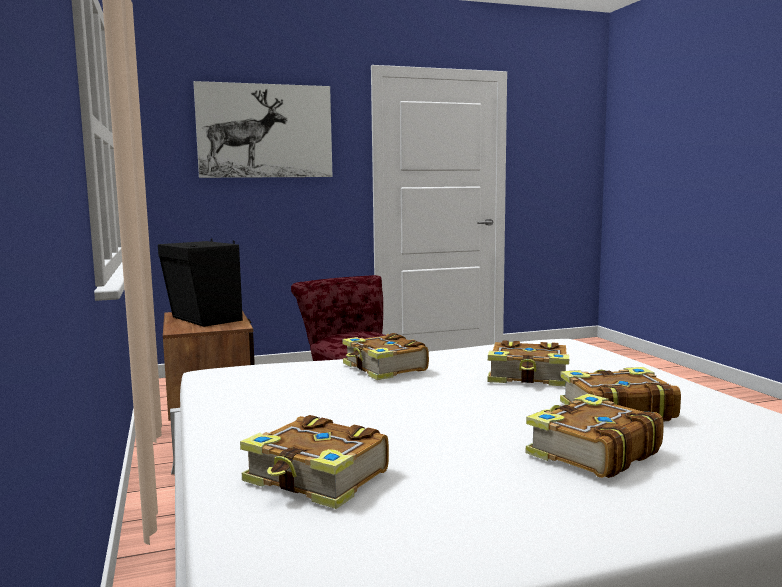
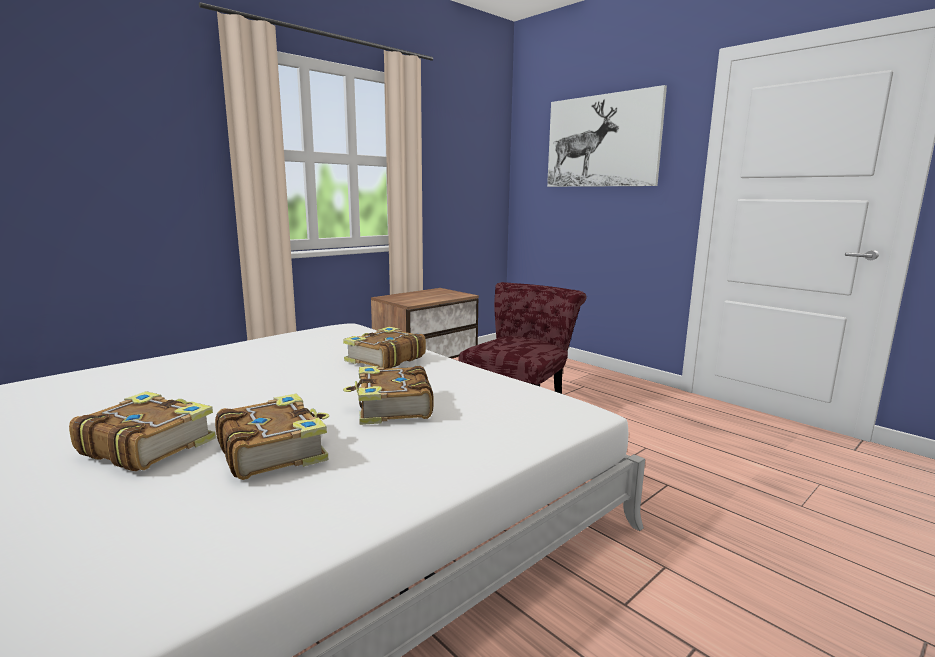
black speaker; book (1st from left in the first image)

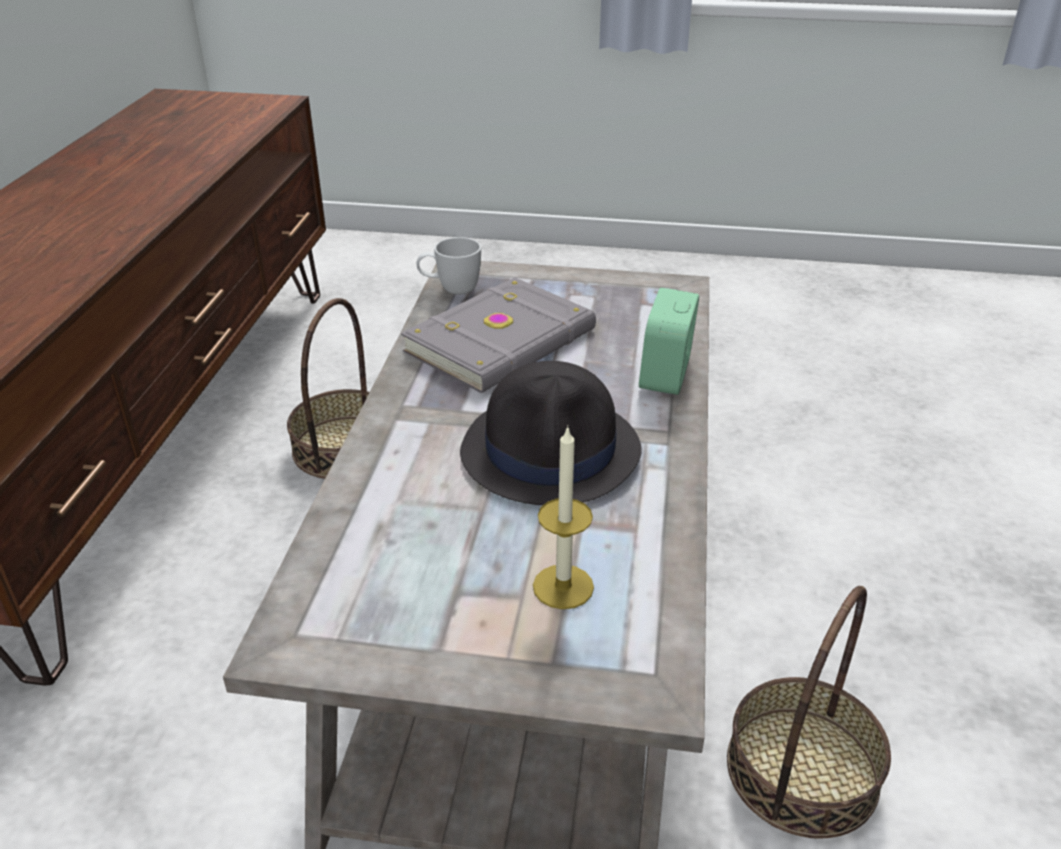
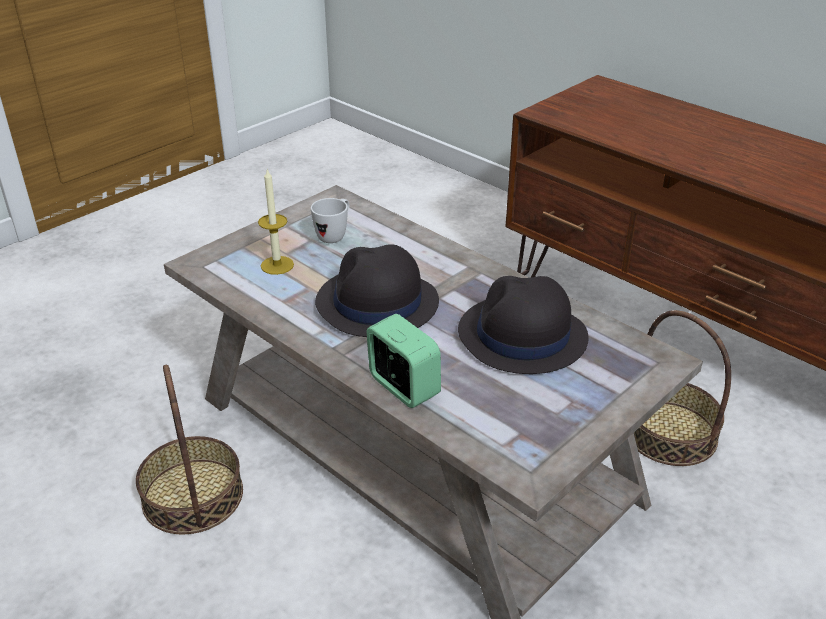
white mug; black hat (2nd from left)

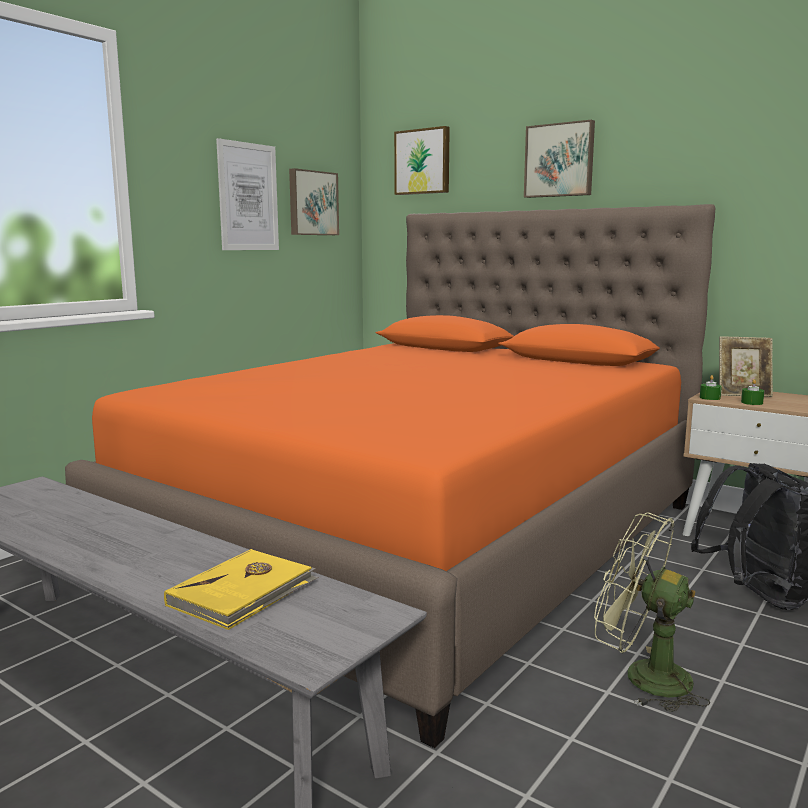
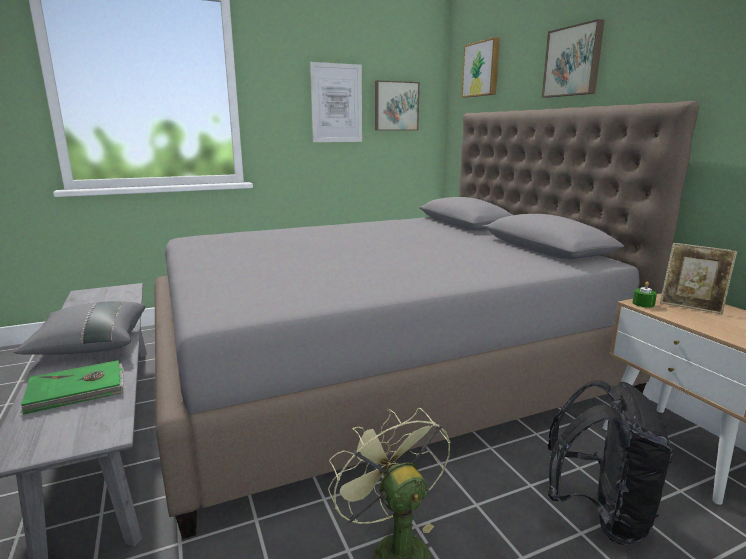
grey pillow; green book; grey bed; green candle (2nd from left in the first image)

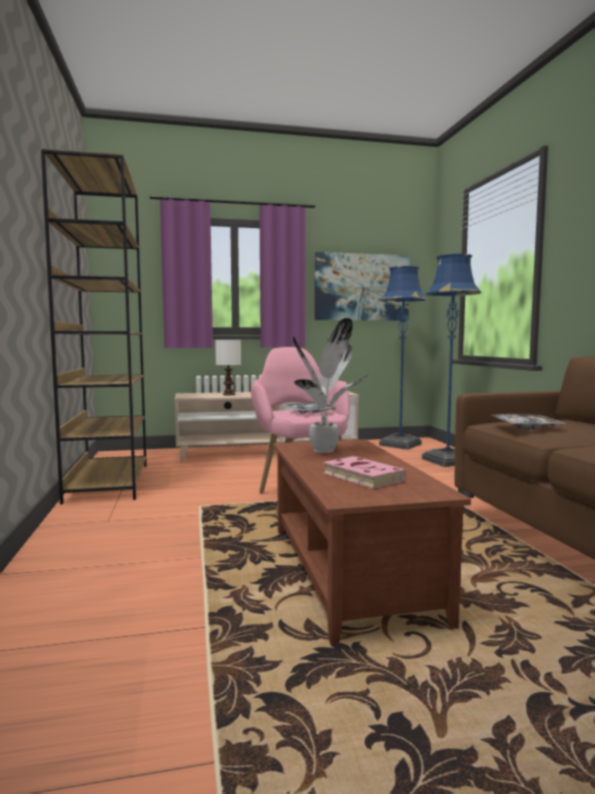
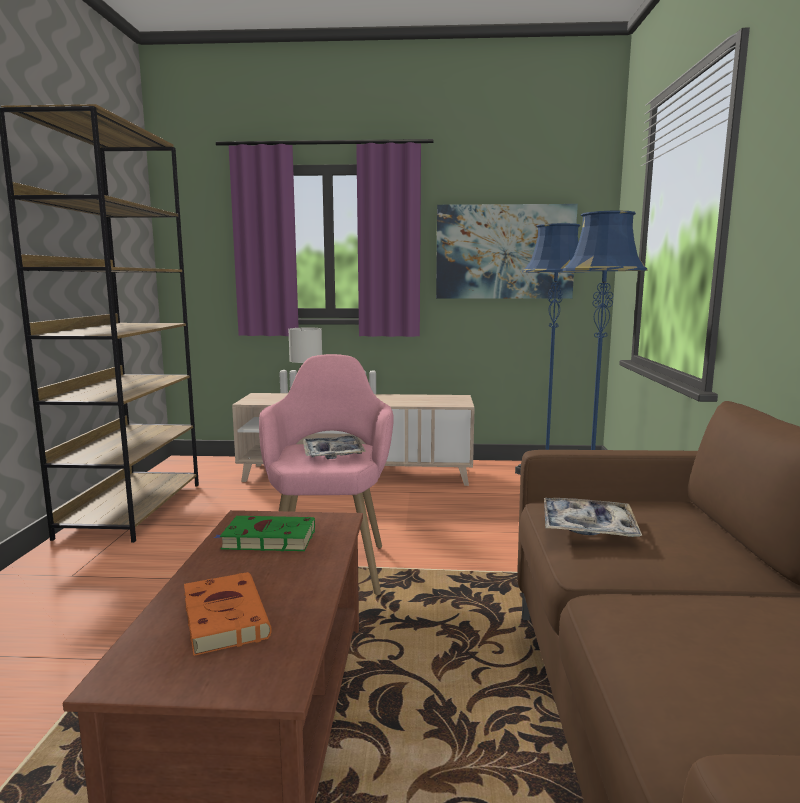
orange book; green book

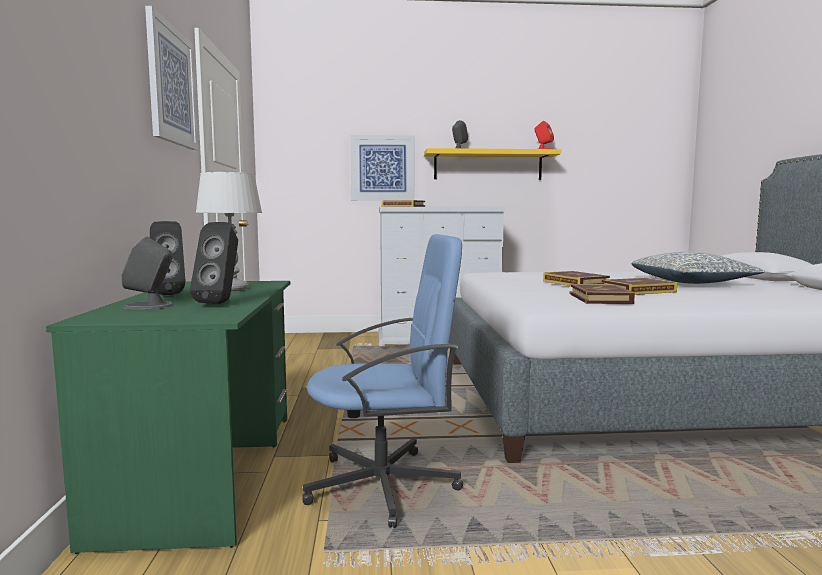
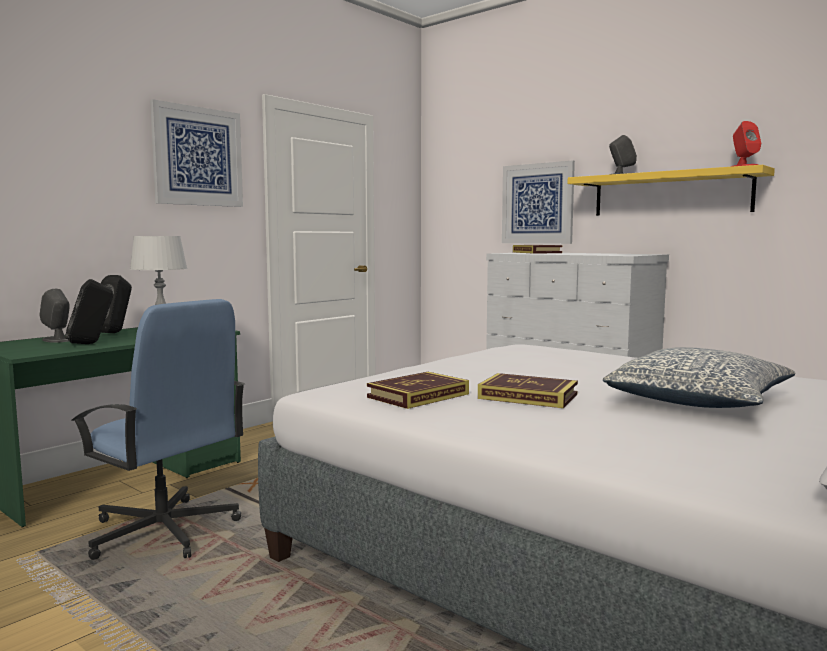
book (2nd from left in the first image)

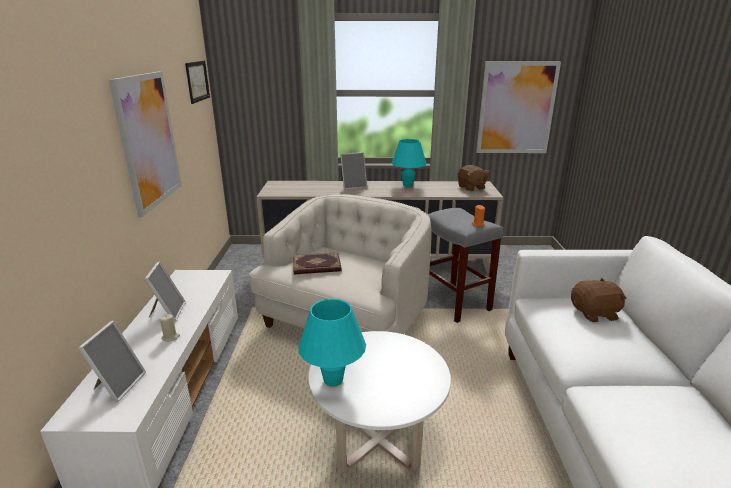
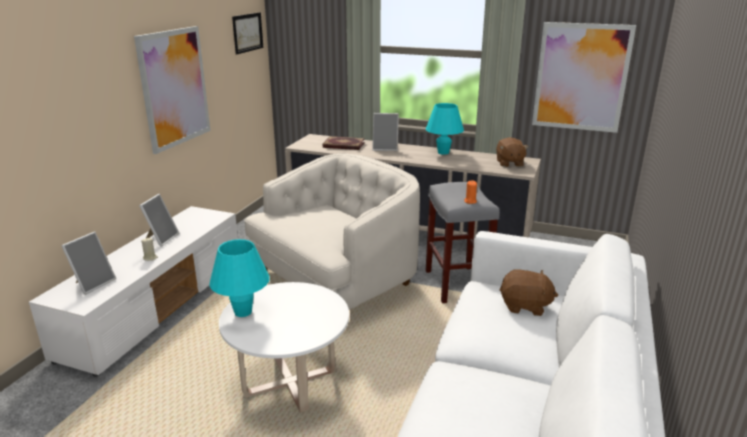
book

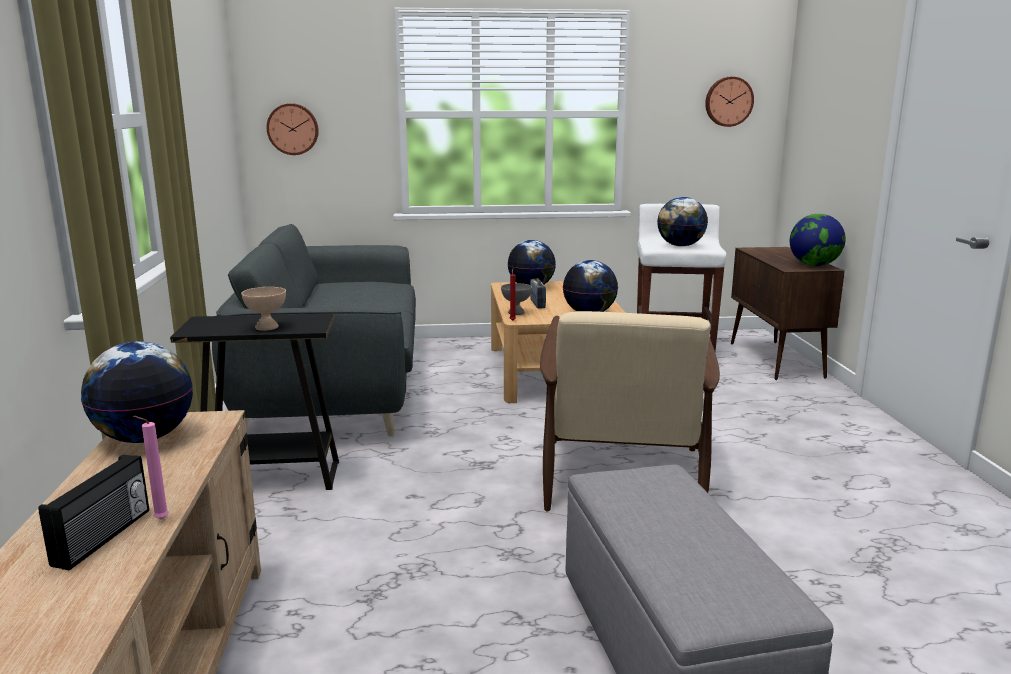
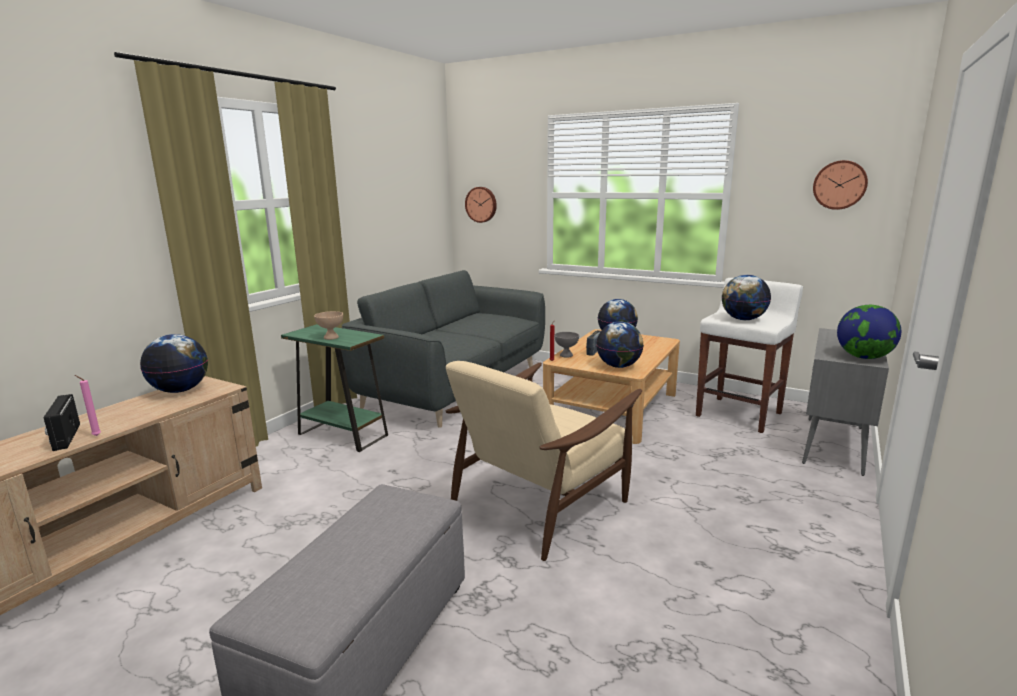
radio (1st from left); green side table; grey cabinet

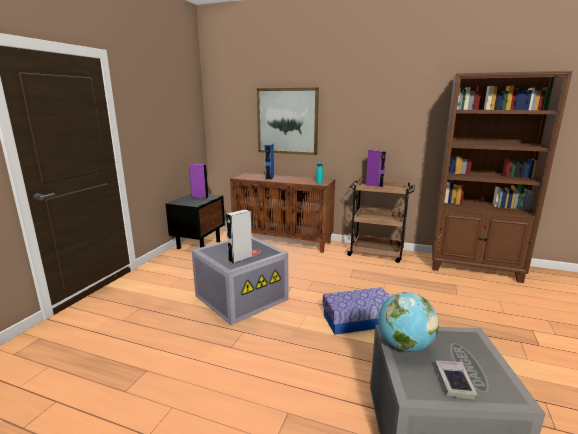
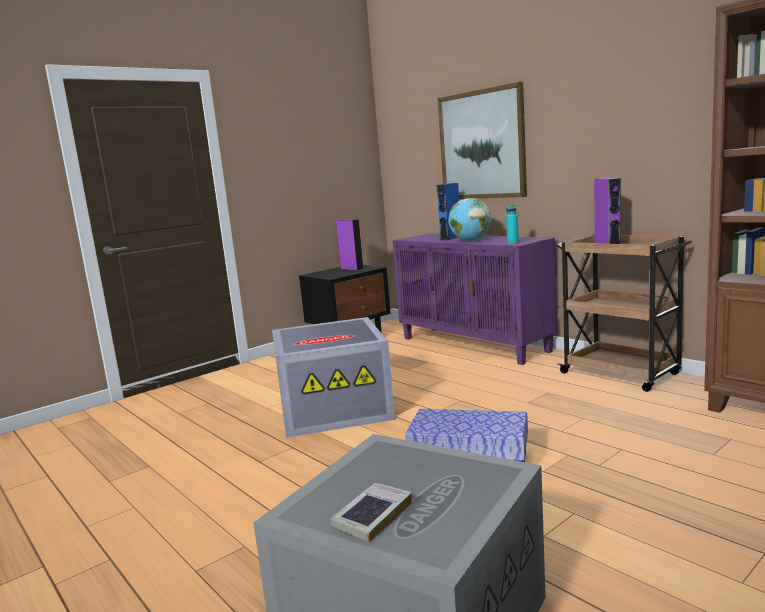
purple cabinet; globe; grey speaker

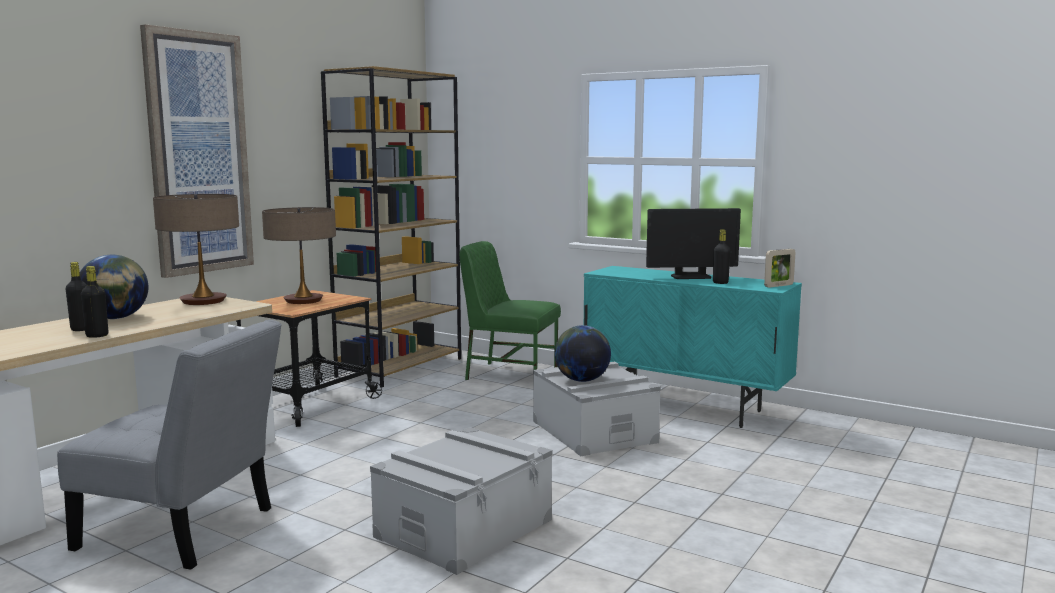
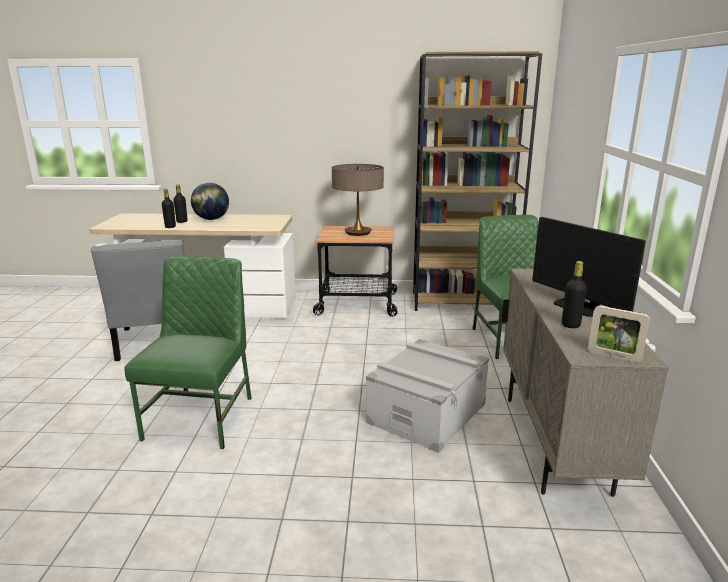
green chair (1st from left); beige cabinet; picture; table lamp (1st from left in the first image); globe (2nd from left in the first image)

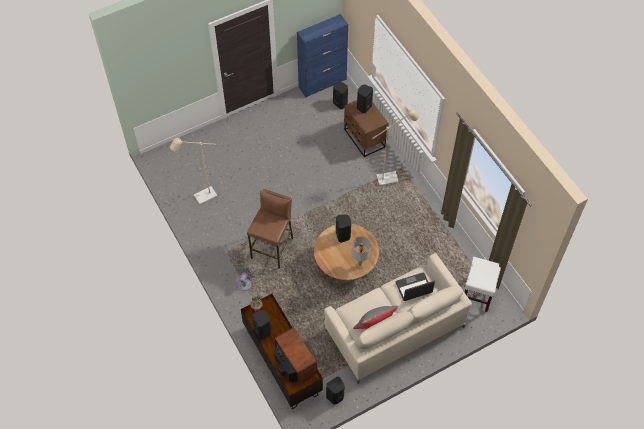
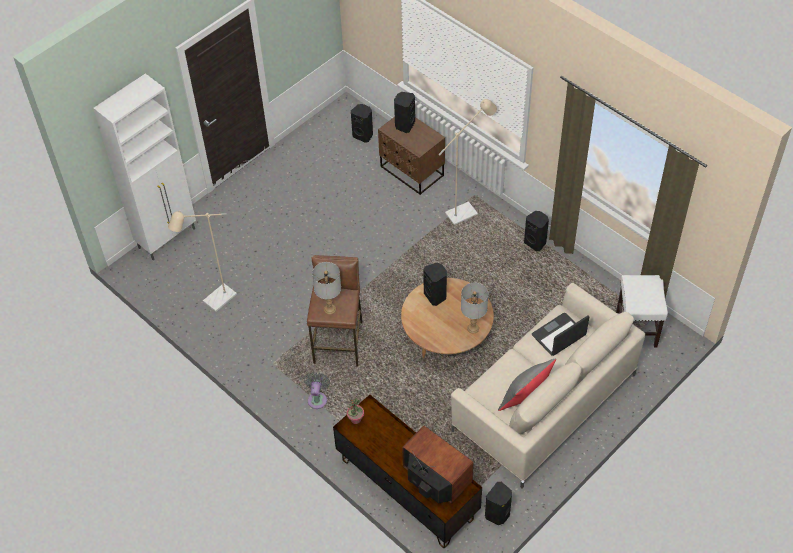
white cabinet; grey table lamp (1st from left); black speaker (5th from left); blue cabinet

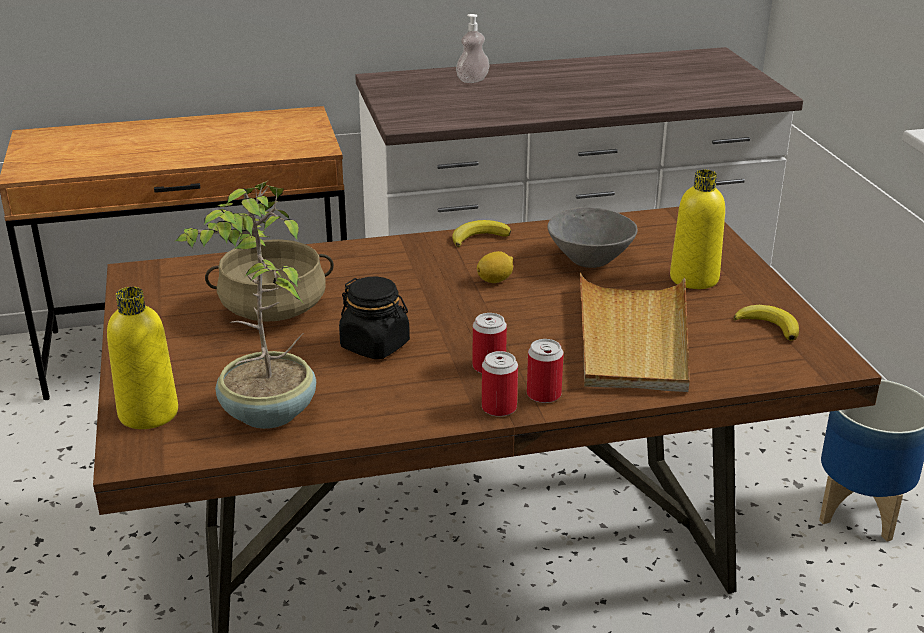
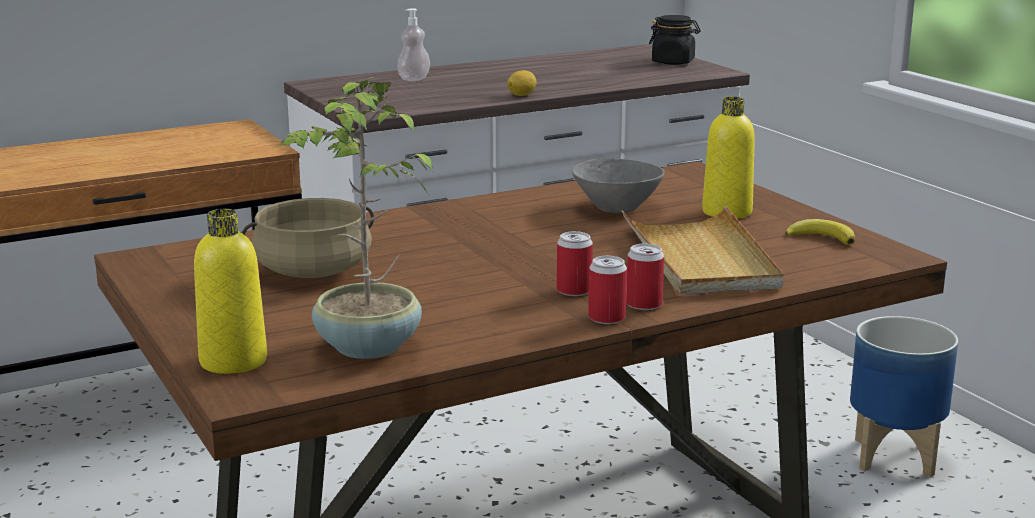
lemon; black jar; banana (1st from left in the first image)

